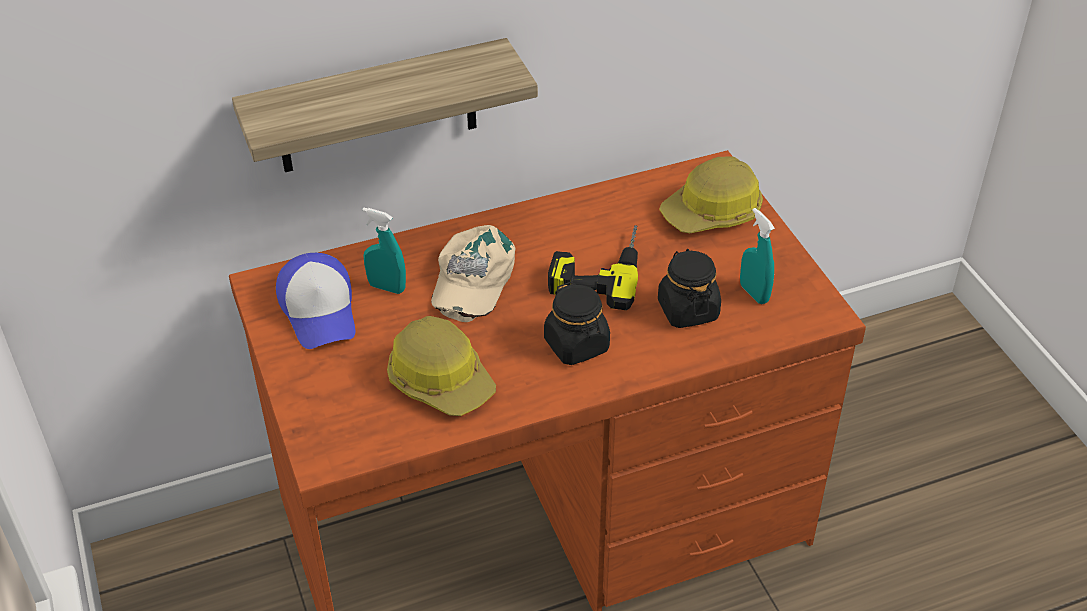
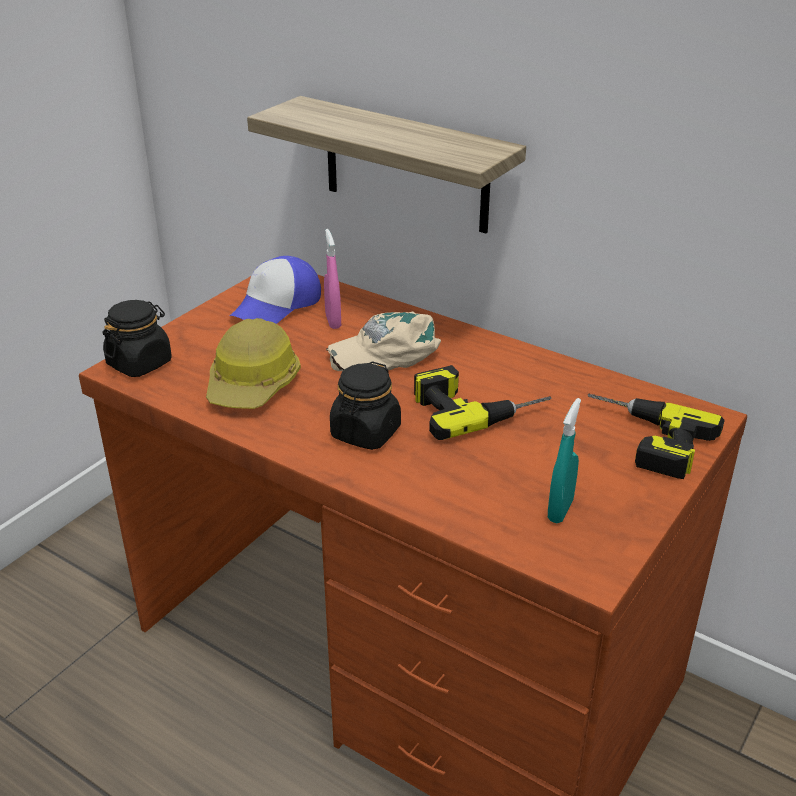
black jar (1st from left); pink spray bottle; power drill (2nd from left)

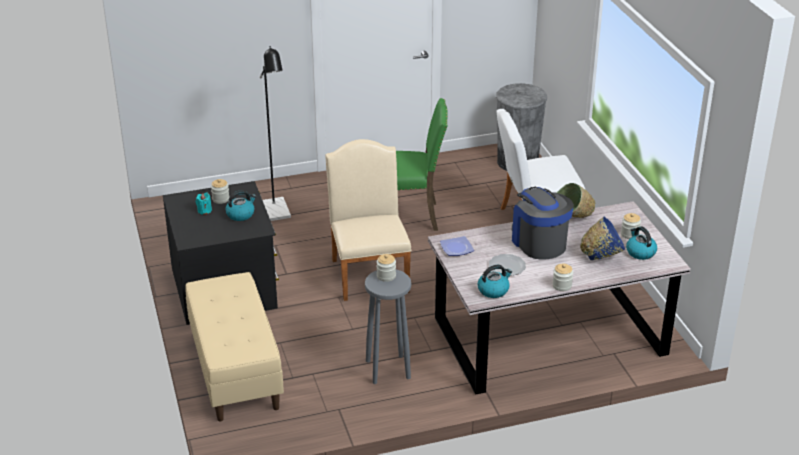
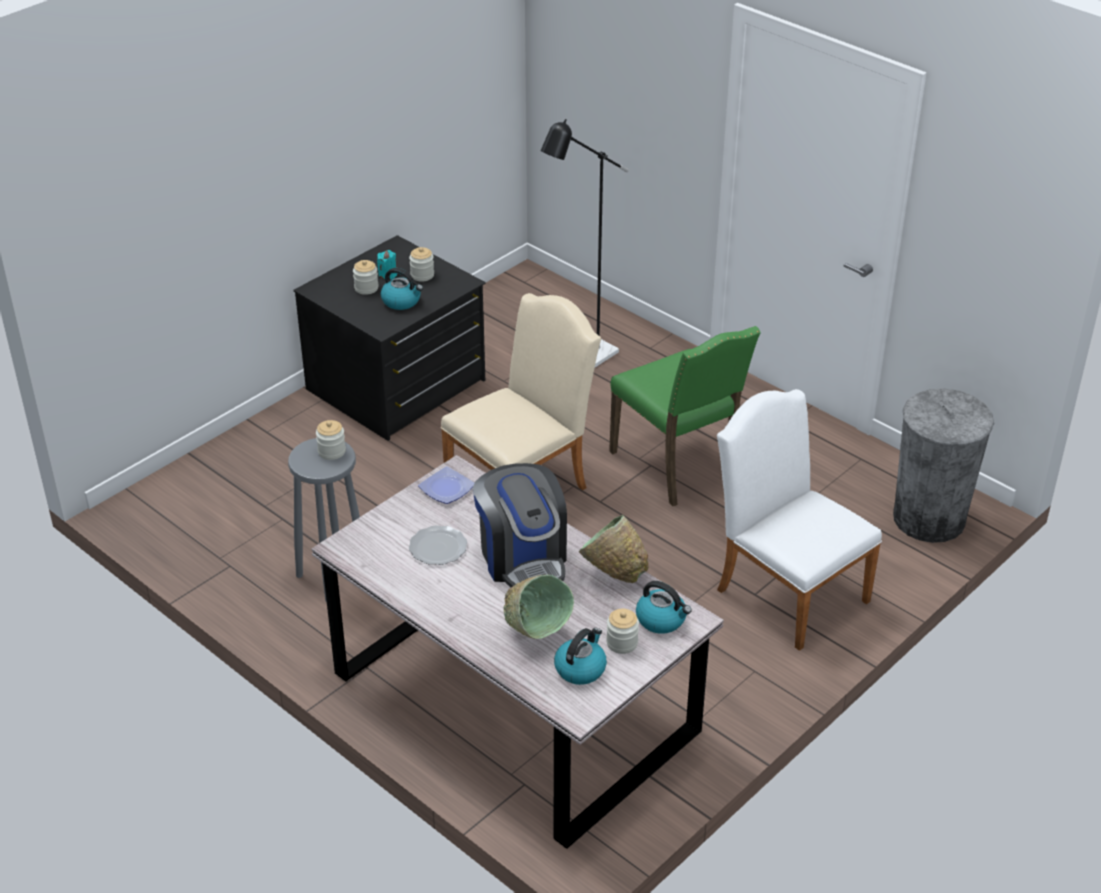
jar (2nd from left); coffee machine; green bowl (1st from left); kettle (3rd from left); beige bench

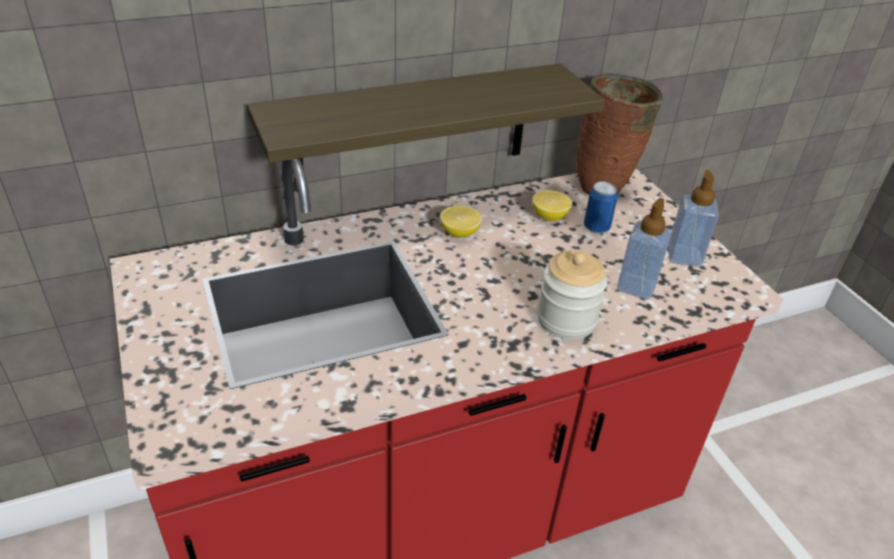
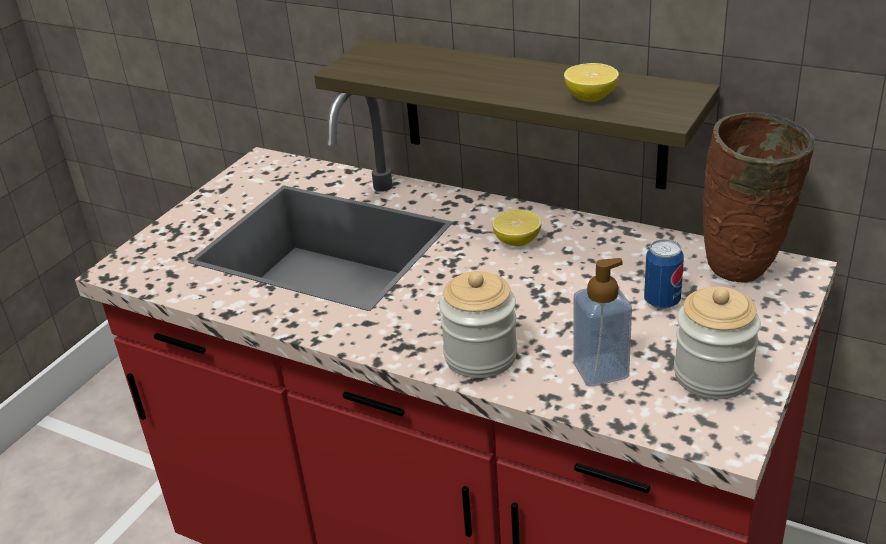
lemon (2nd from left); jar (2nd from left)

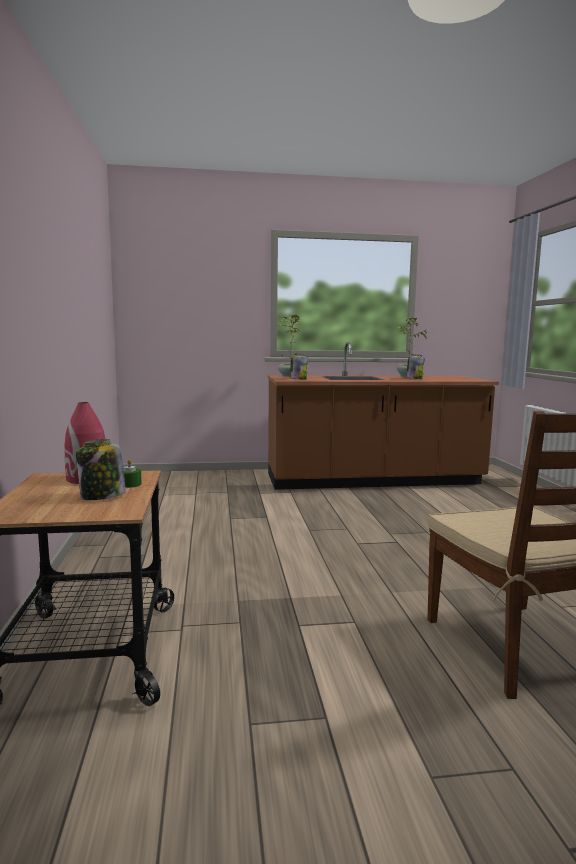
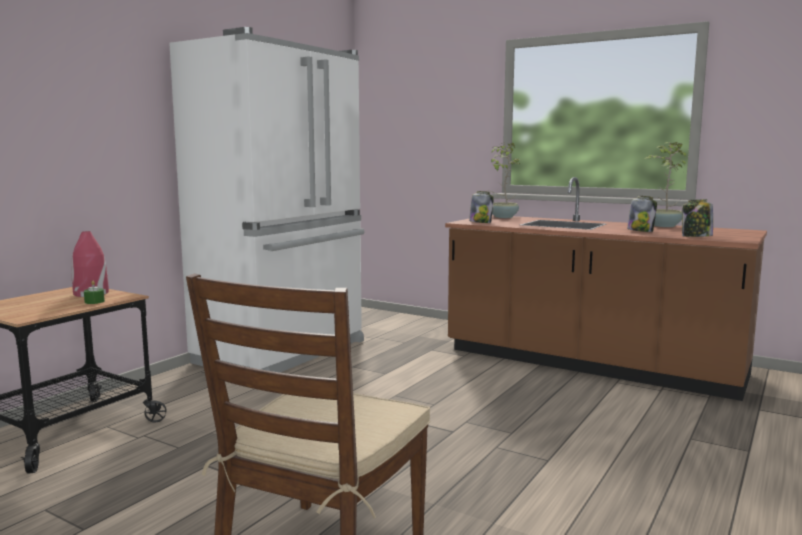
white fridge; jar (3rd from left)

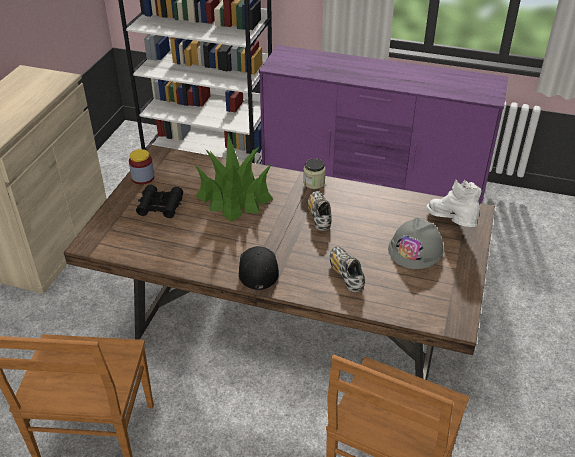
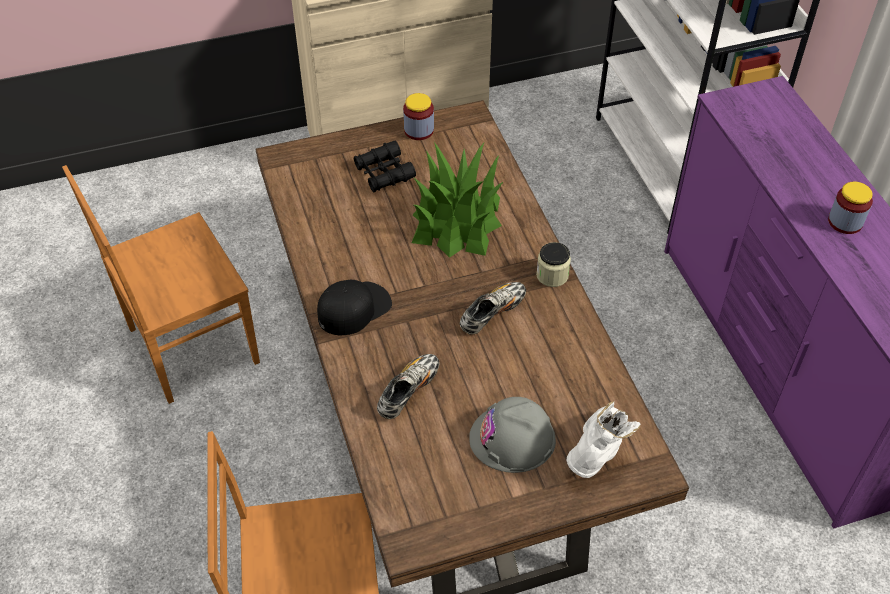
jar (3rd from left)

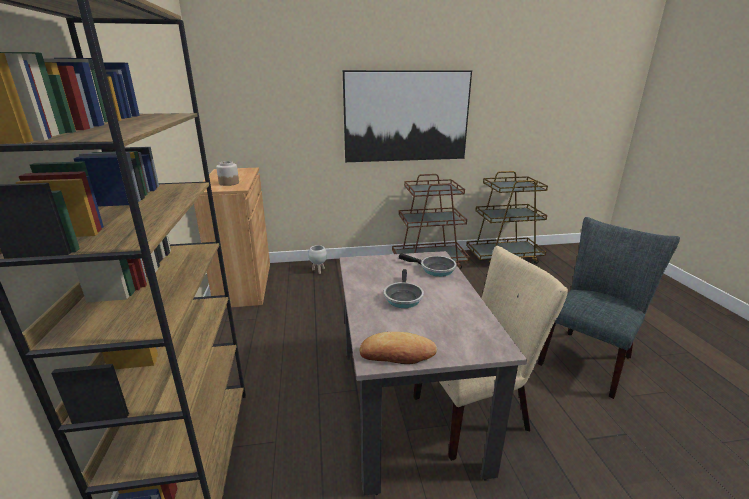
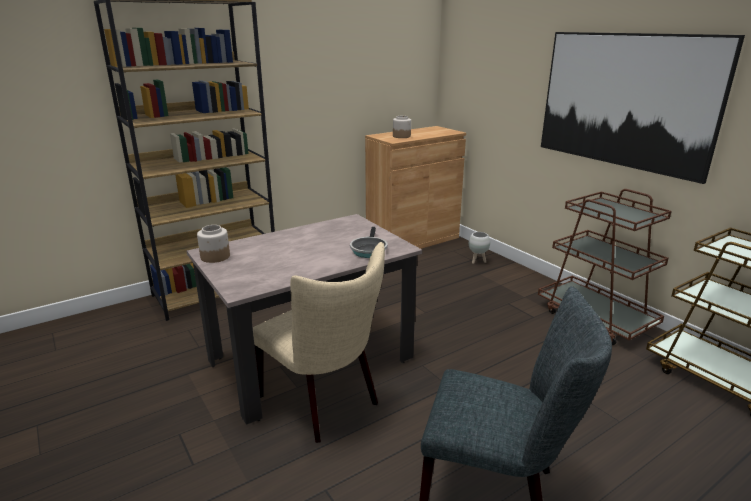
jar (1st from left); frying pan (1st from left in the first image)

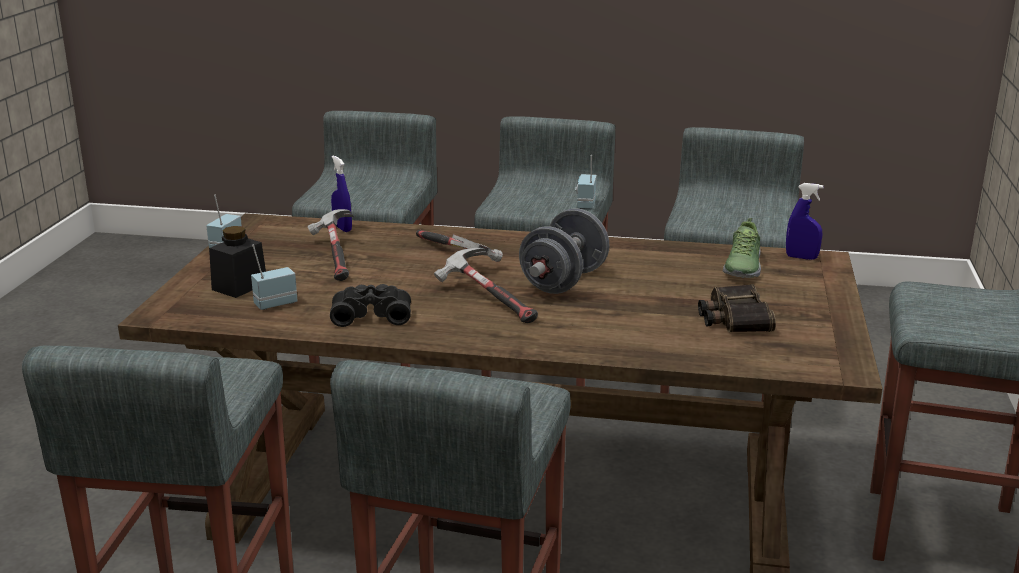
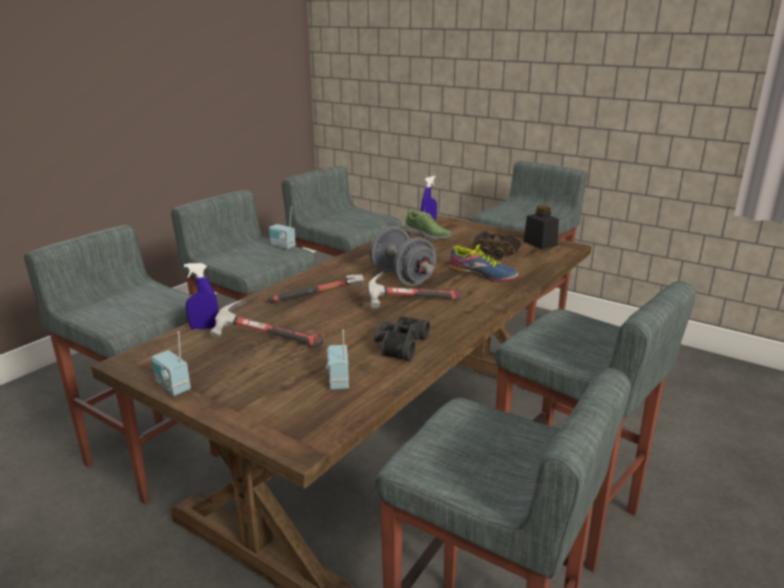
shoe (2nd from left); black jar

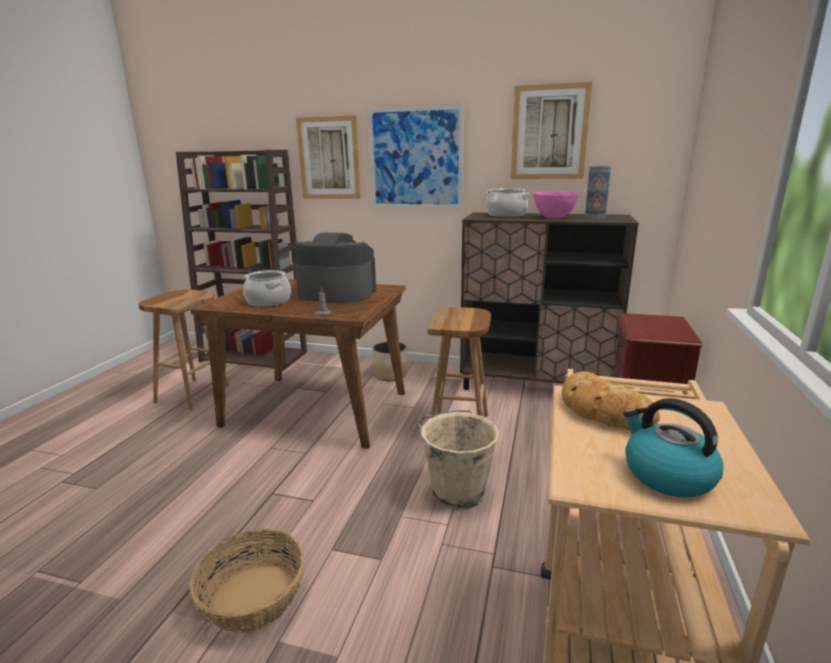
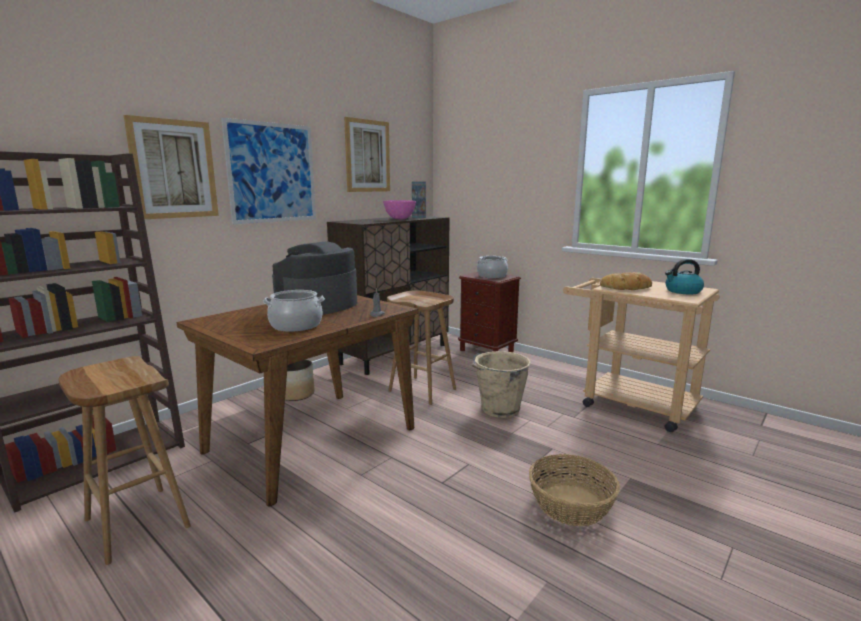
cooking pot (2nd from left)

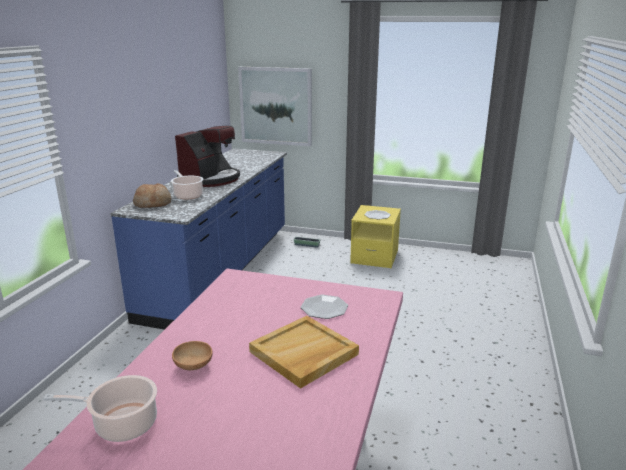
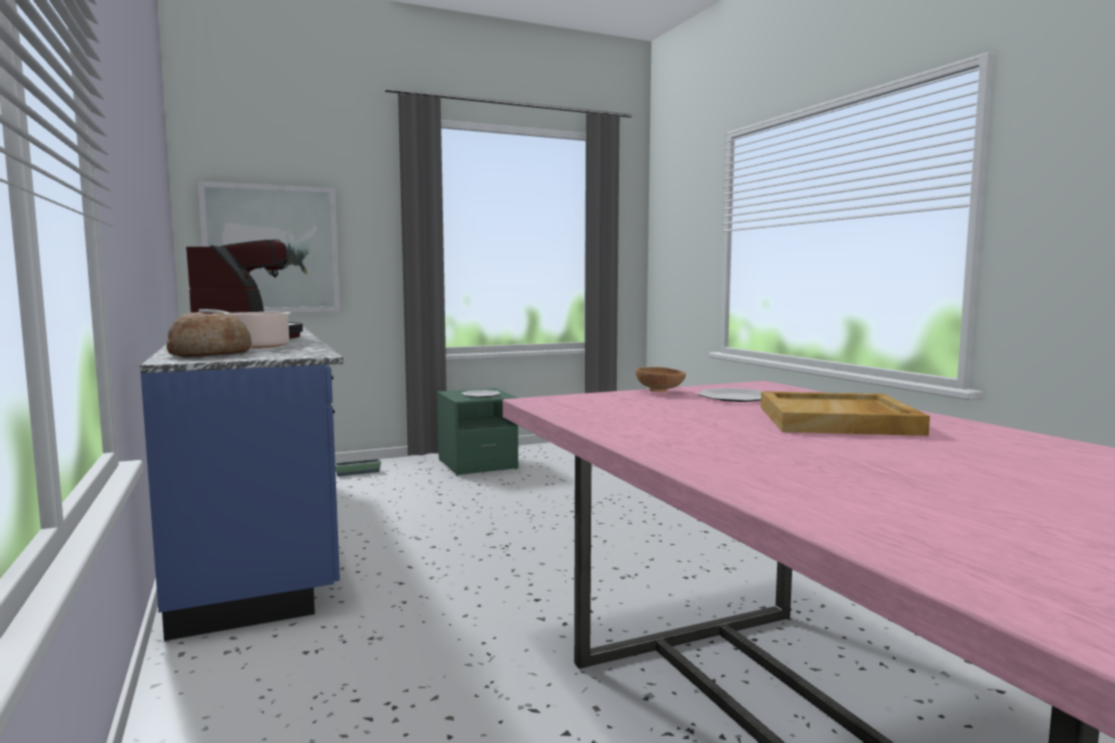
green nightstand; brown bowl; cooking pot (1st from left in the first image)

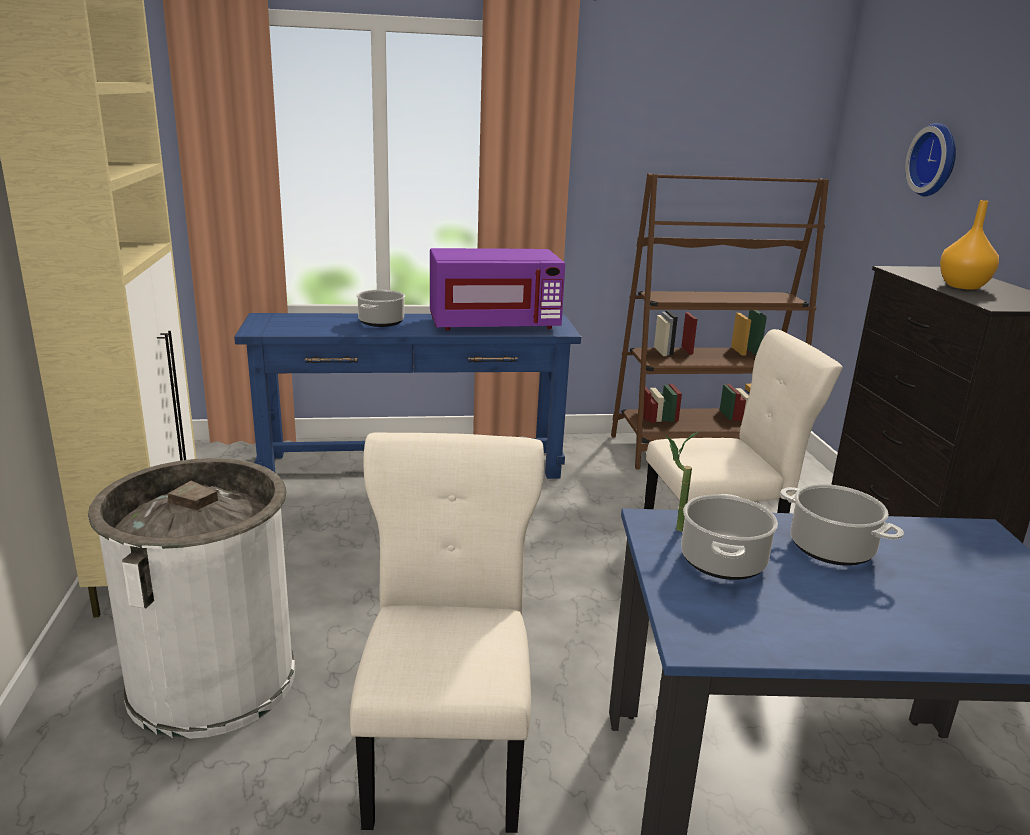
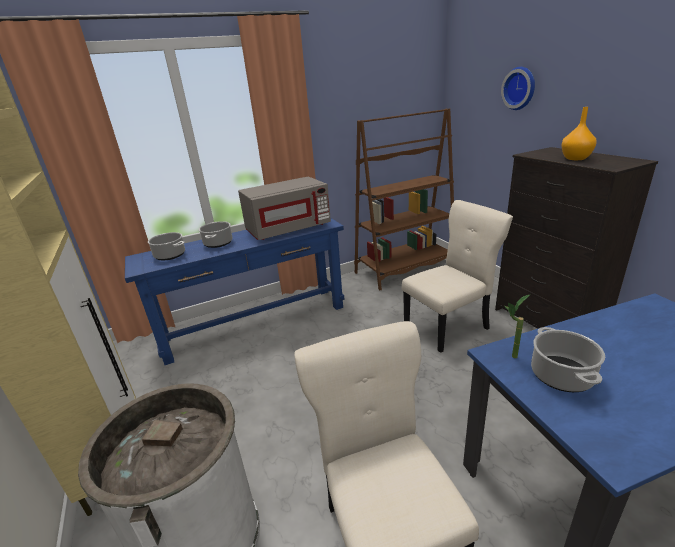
cooking pot (1st from left); grey microwave

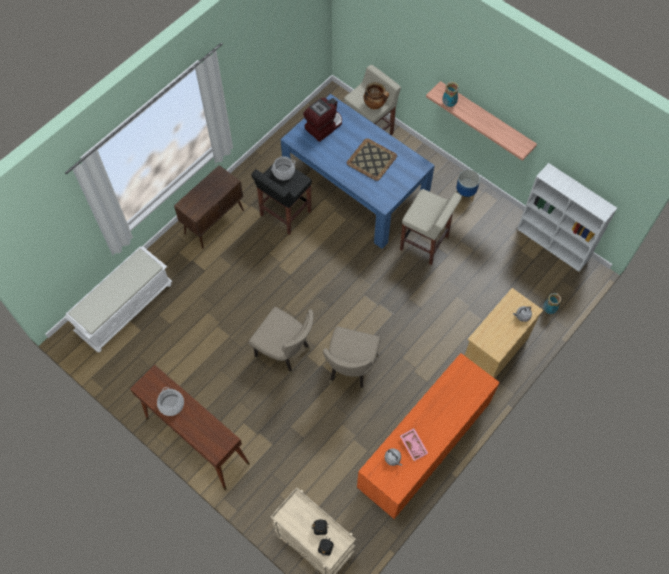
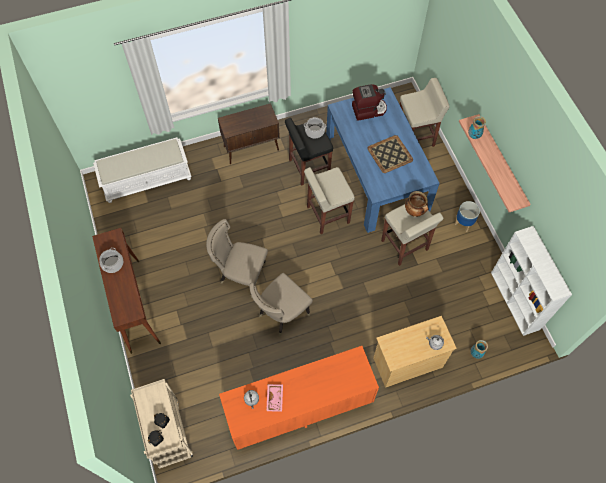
beige chair (1st from left); beige stool (1st from left); cooking pot (3rd from left)

